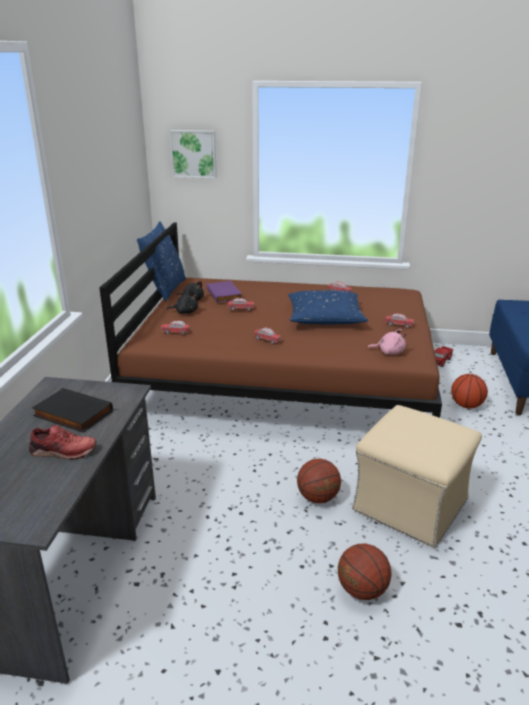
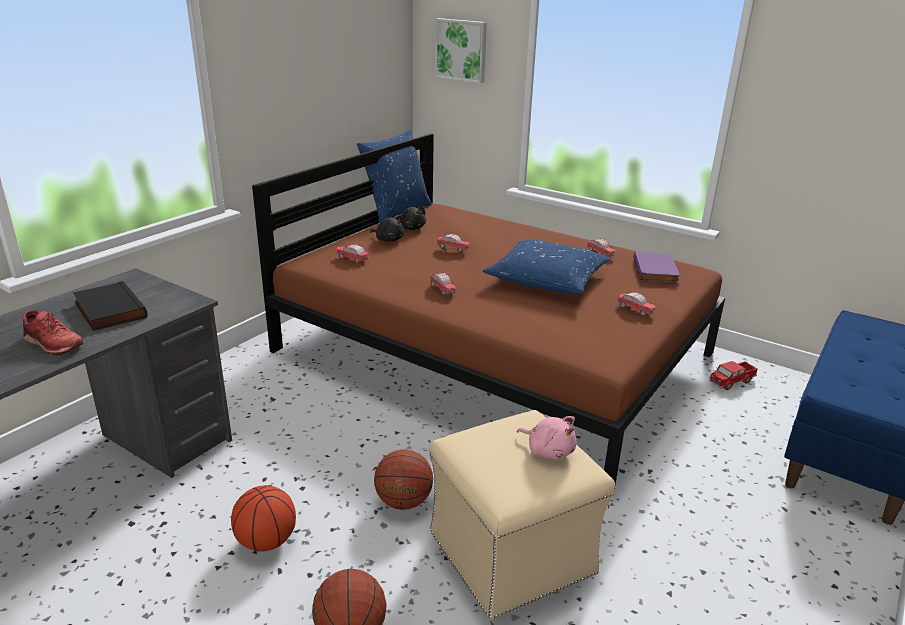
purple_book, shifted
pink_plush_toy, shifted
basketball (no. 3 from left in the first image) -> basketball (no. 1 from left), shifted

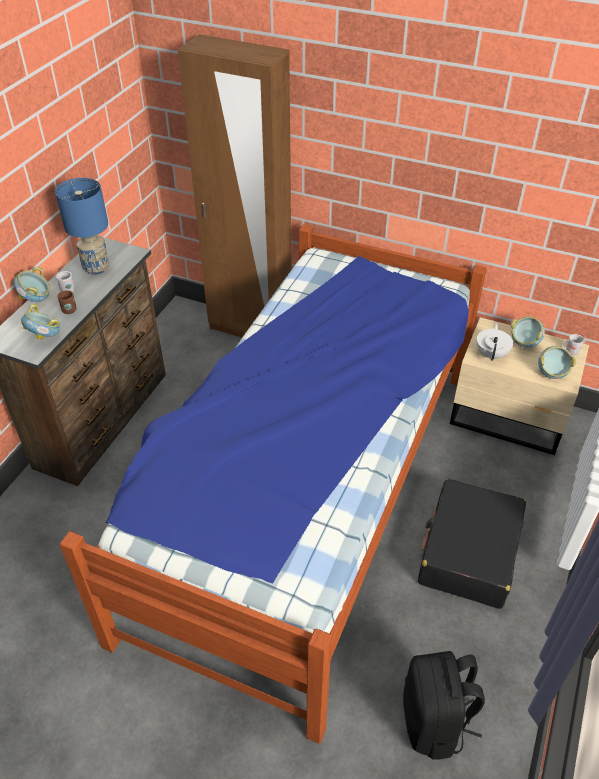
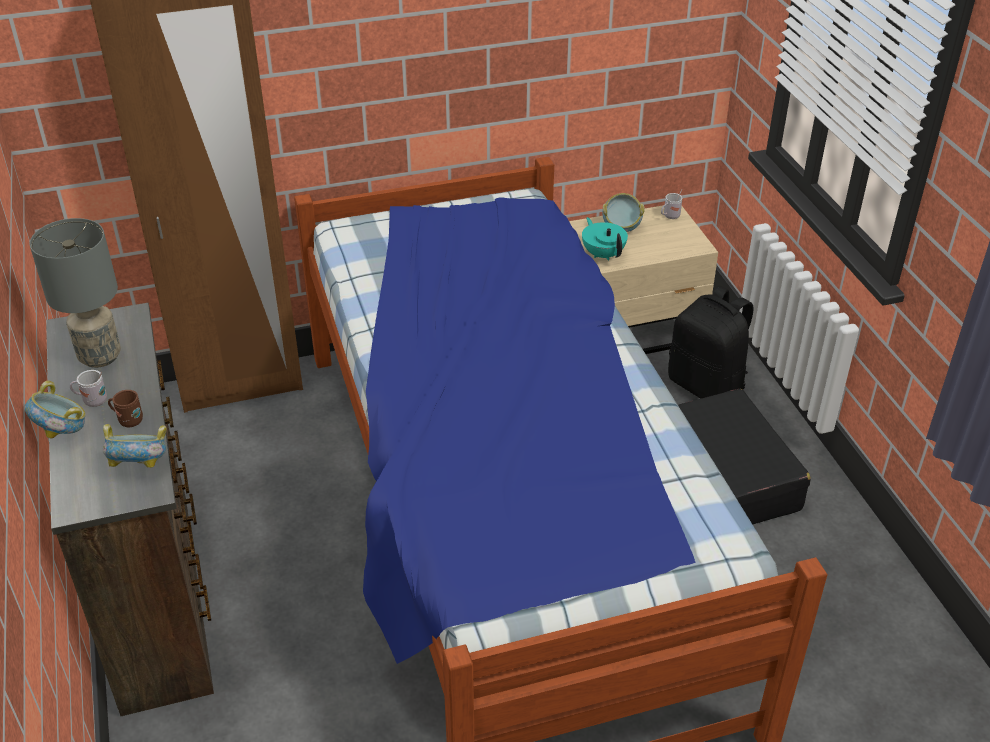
blue_table_lamp -> grey_table_lamp
black_backpack, shifted
white_teapot -> turquoise_teapot
bowl (no. 4 from left) -> none

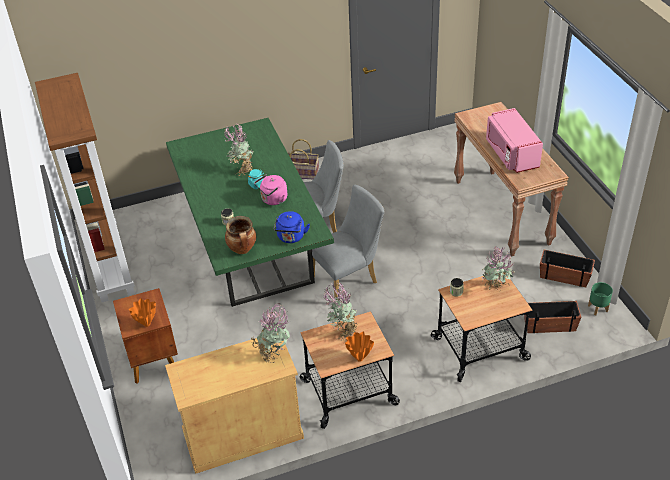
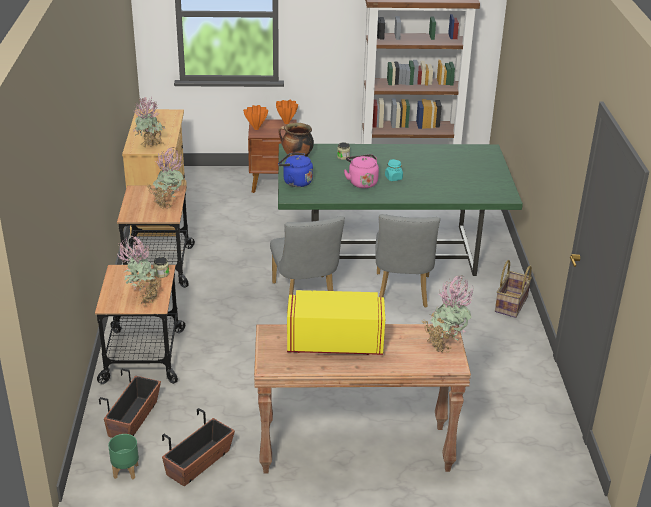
potted_plant (no. 1 from left in the first image) -> potted_plant (no. 4 from left), shifted
orange_vase (no. 2 from left), shifted
pink_microwave -> yellow_microwave

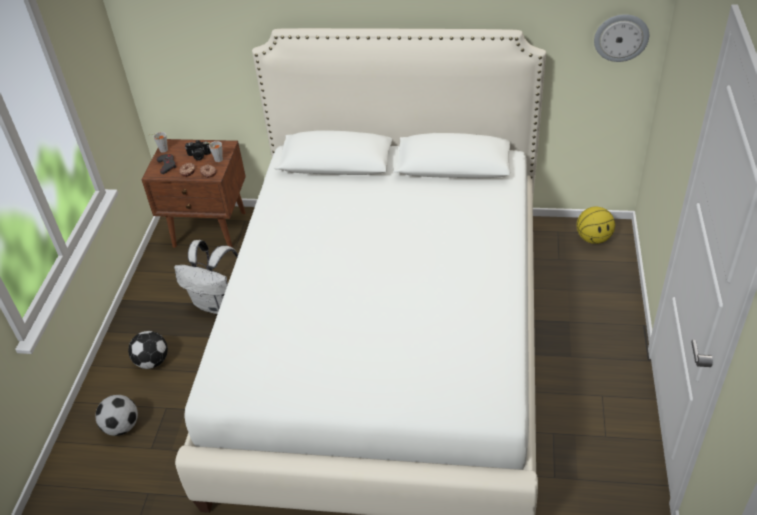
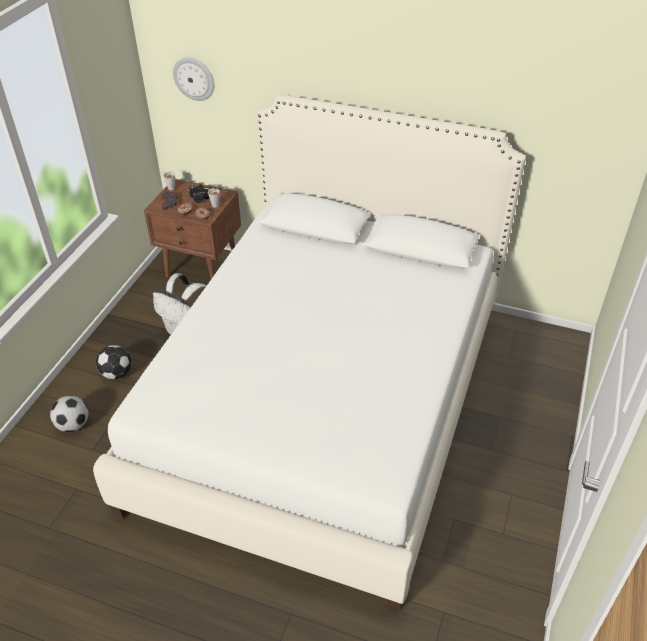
basketball -> none
wall_clock, shifted

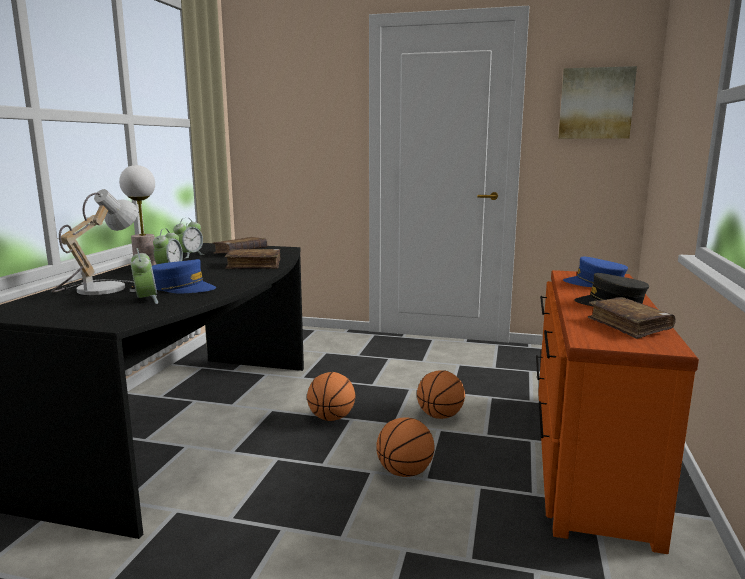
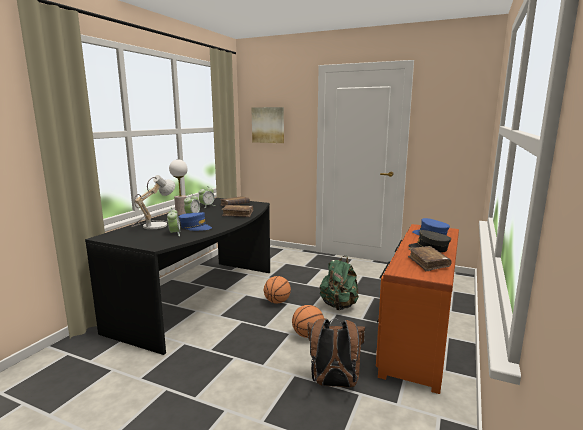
basketball (no. 3 from left) -> green_backpack
picture, shifted
none -> brown_backpack

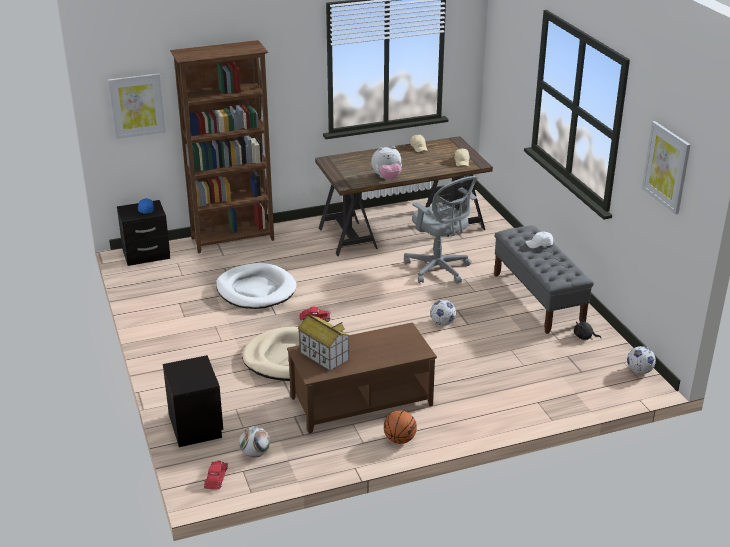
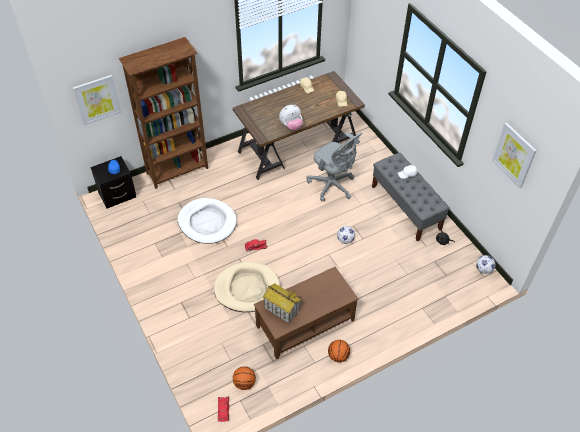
black_nightstand (no. 2 from left) -> none
football (no. 1 from left) -> basketball (no. 1 from left)

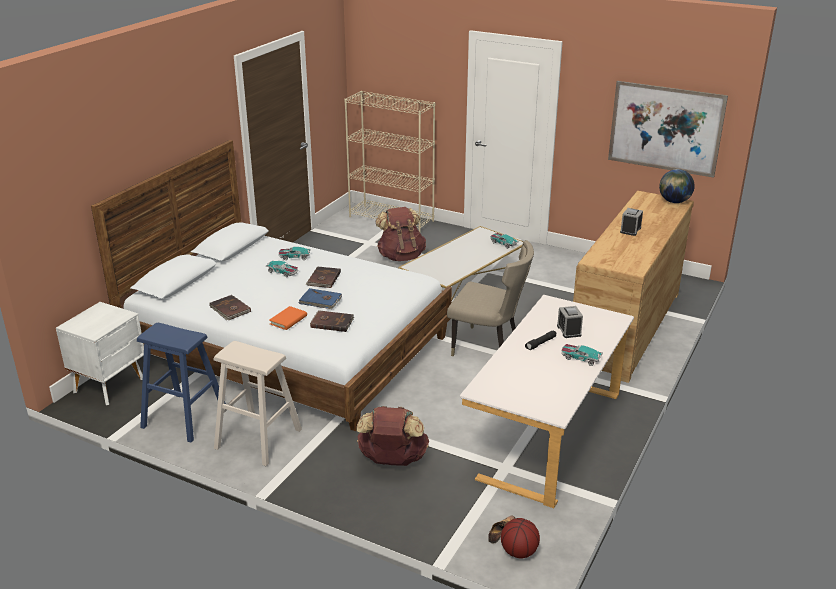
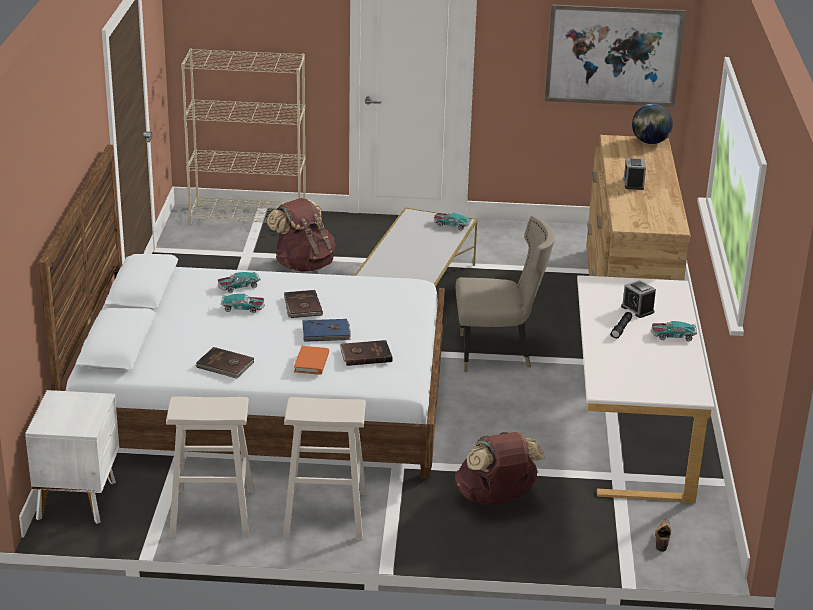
blue_stool -> beige_stool (no. 1 from left)
basketball -> none

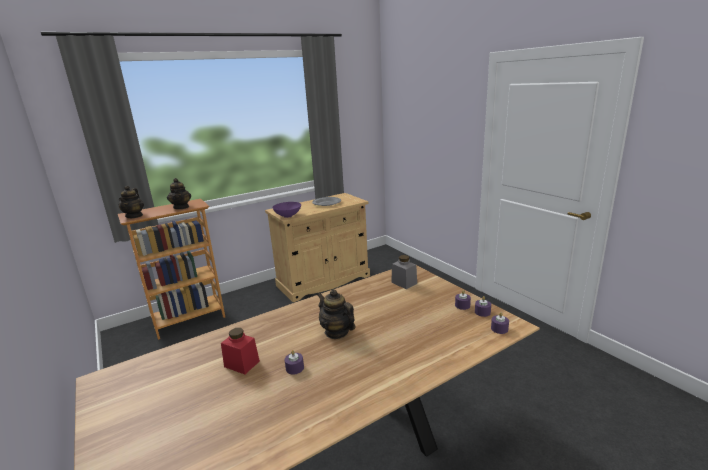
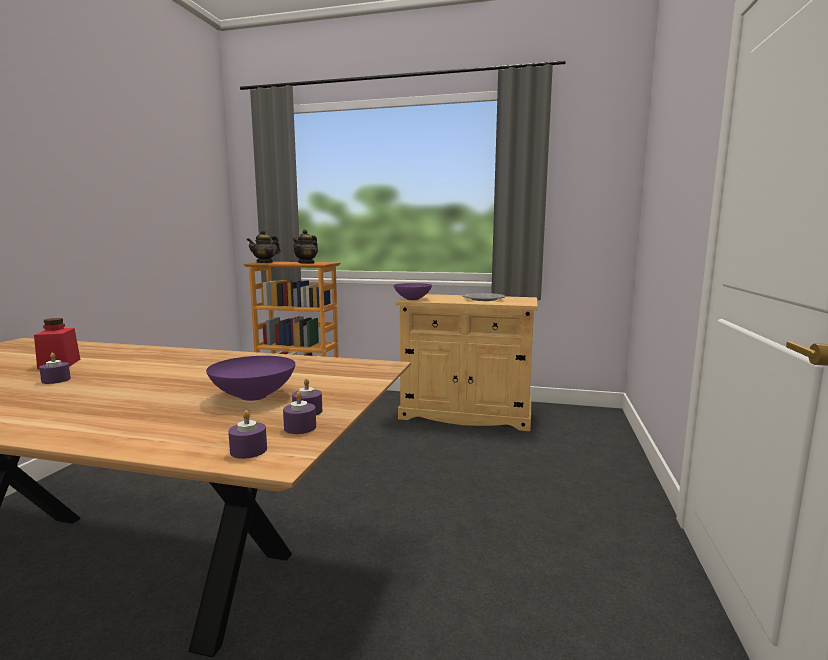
teapot (no. 3 from left) -> none
grey_jar -> none
none -> purple_bowl (no. 1 from left)

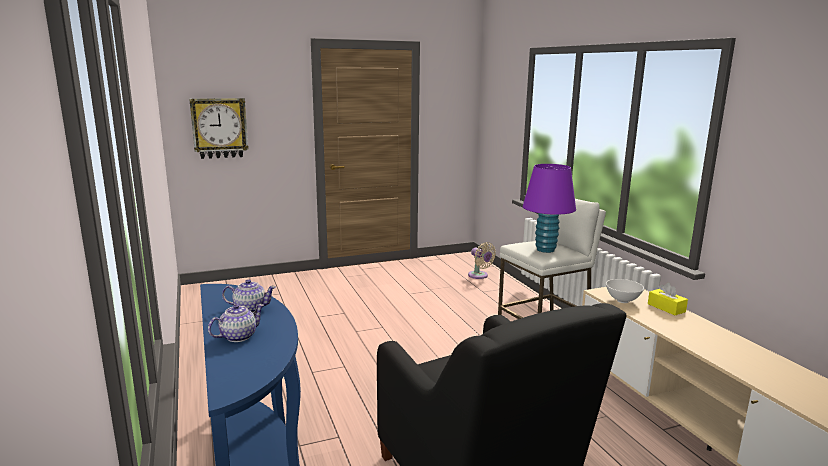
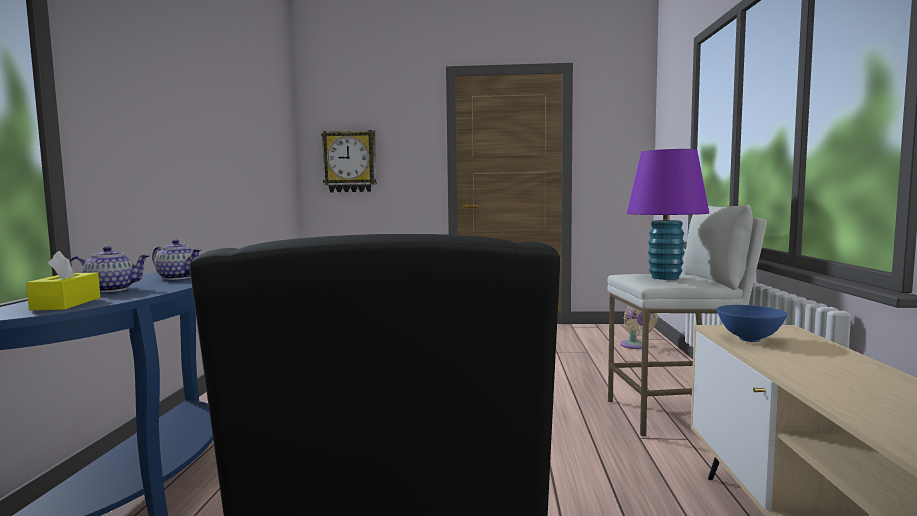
white_bowl -> blue_bowl
yellow_tissue_box, shifted

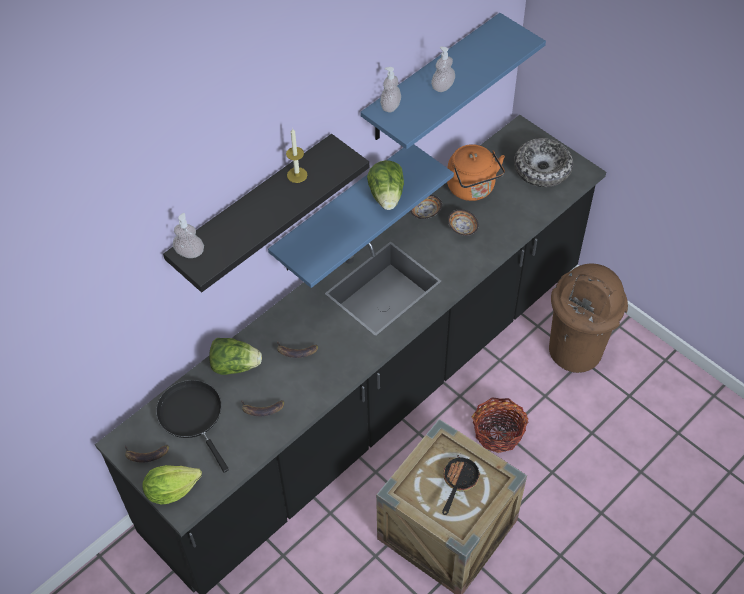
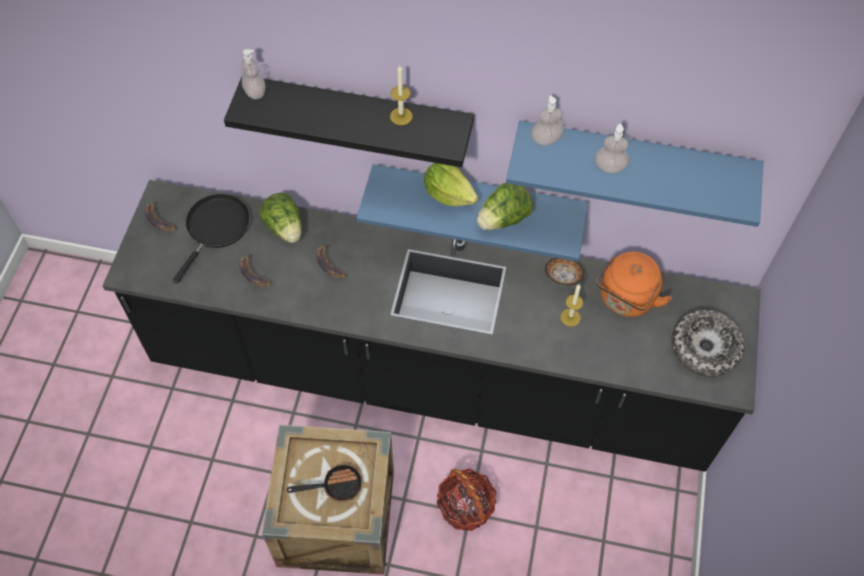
lettuce (no. 1 from left in the first image) -> lettuce (no. 2 from left), shifted
bowl (no. 2 from left) -> candle (no. 2 from left)
brown_trash_can -> none

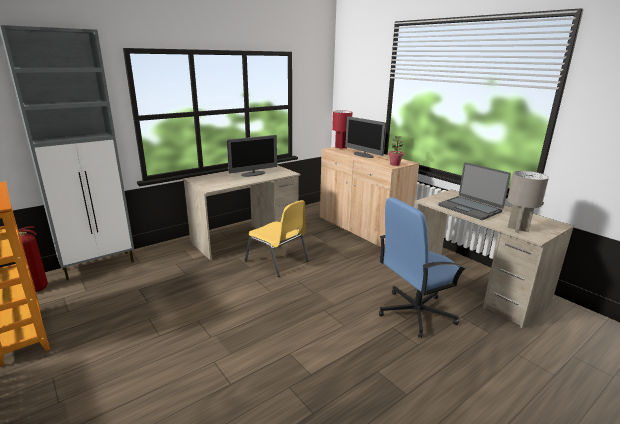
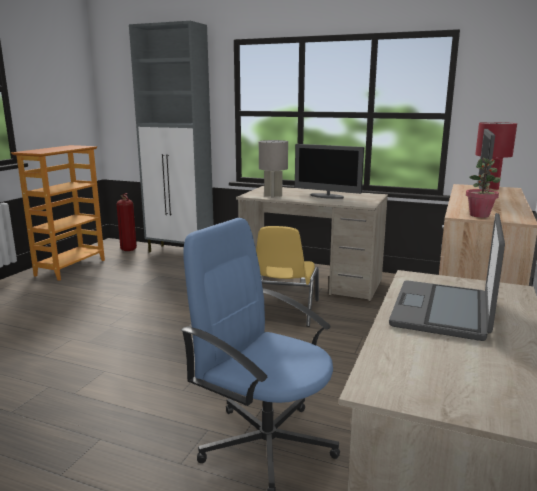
grey_table_lamp, shifted

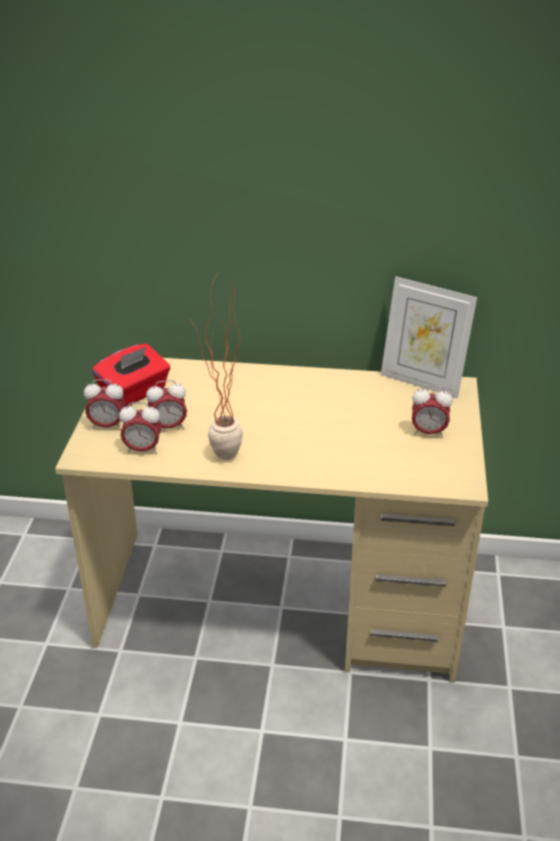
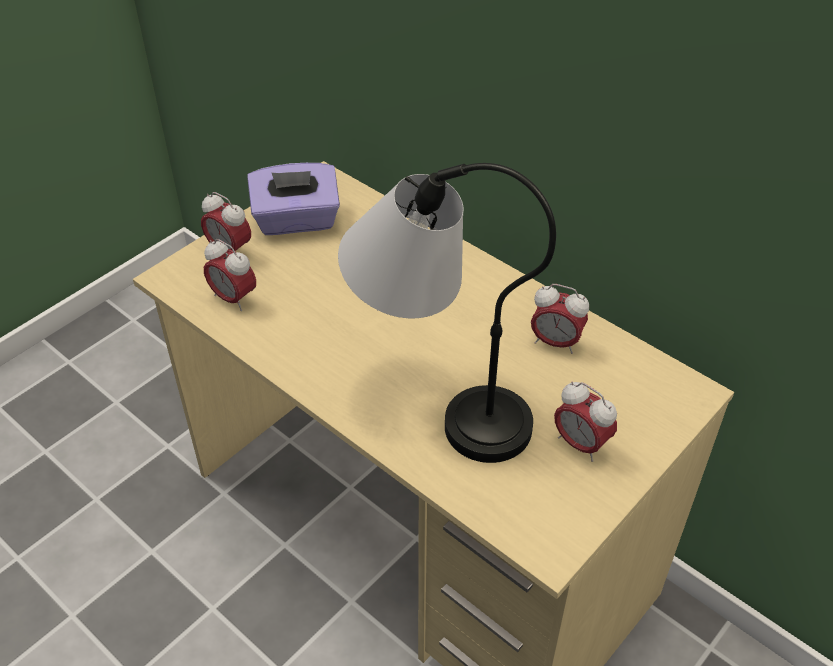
red_tissue_box -> purple_tissue_box
alarm_clock (no. 3 from left), shifted
potted_plant -> none
picture_frame -> none
none -> table_lamp

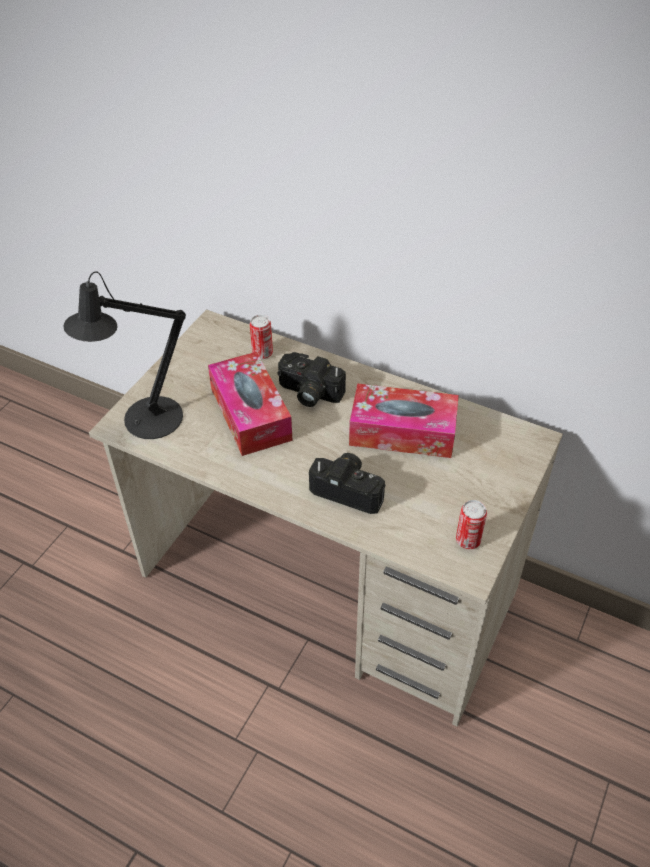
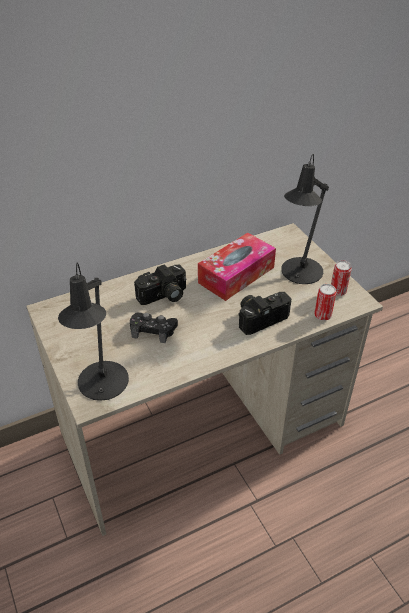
tissue_box (no. 1 from left) -> black_game_controller
can (no. 1 from left), shifted
none -> black_table_lamp (no. 2 from left)

